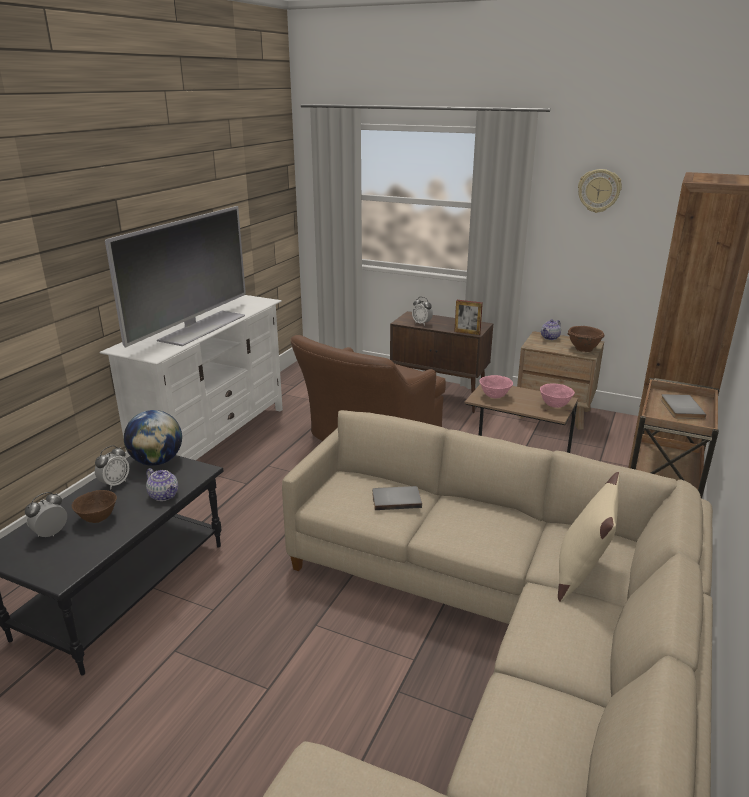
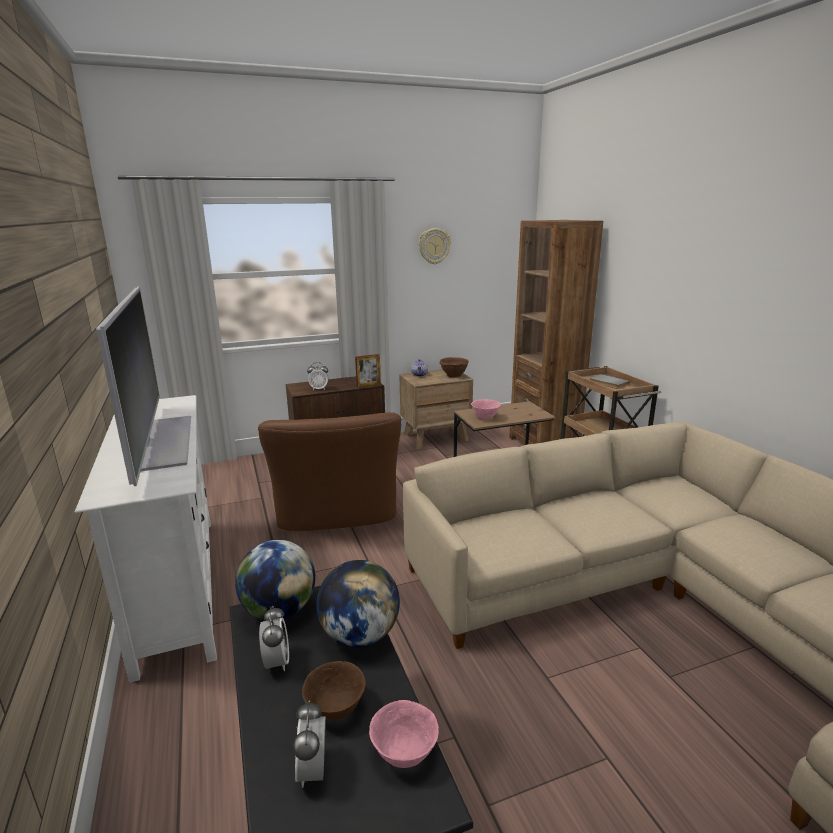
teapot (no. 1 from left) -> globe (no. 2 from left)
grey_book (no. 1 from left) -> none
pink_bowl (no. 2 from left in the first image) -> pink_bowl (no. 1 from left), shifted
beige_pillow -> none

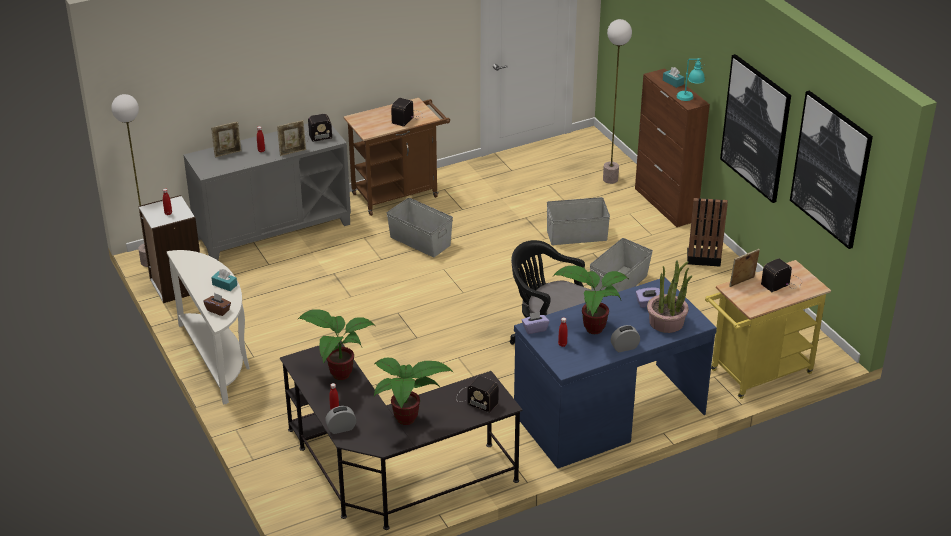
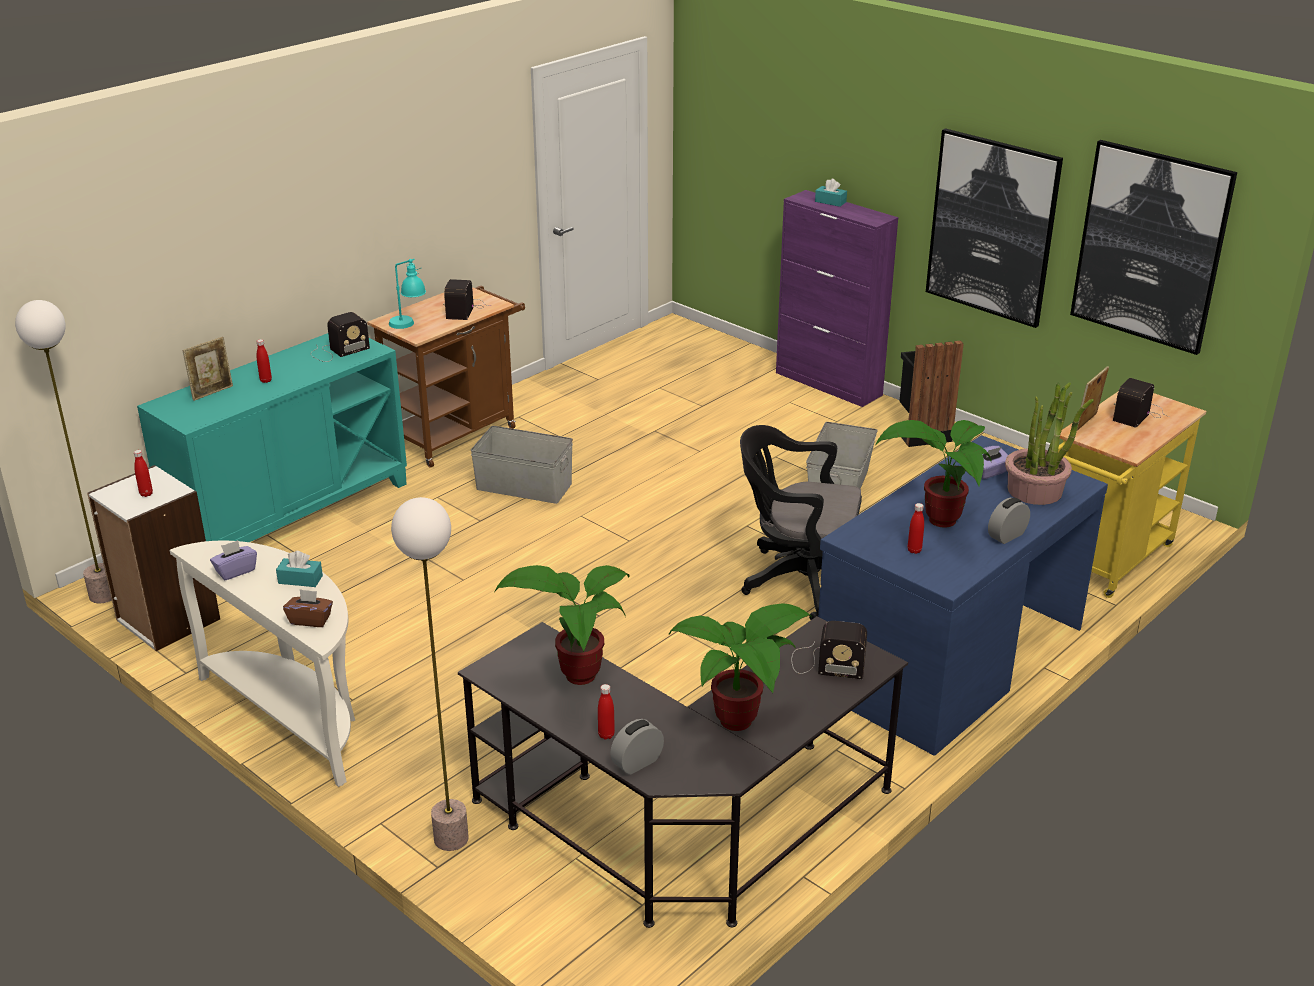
grey_cabinet -> turquoise_cabinet
picture_frame (no. 2 from left) -> none
purple_tissue_box (no. 1 from left), shifted
grey_storage_box (no. 2 from left) -> none
floor_lamp (no. 2 from left), shifted
brown_cabinet -> purple_cabinet
turquoise_table_lamp, shifted

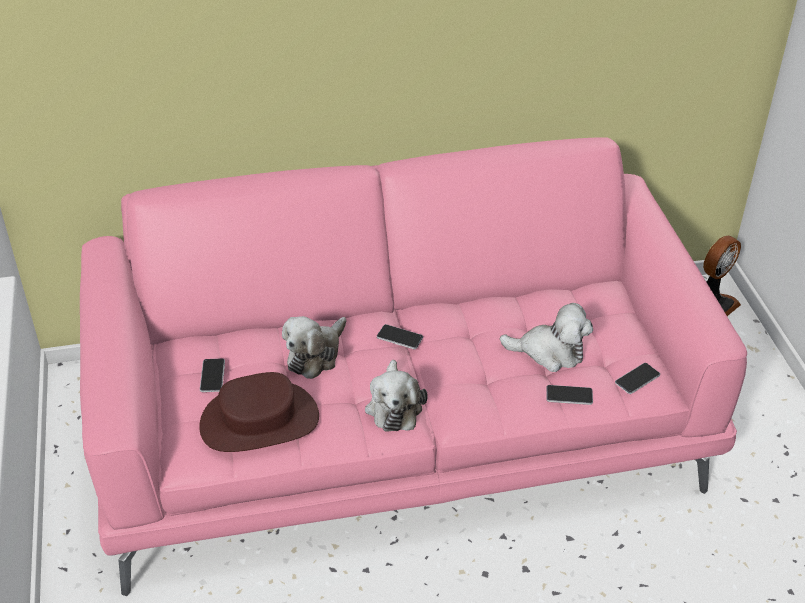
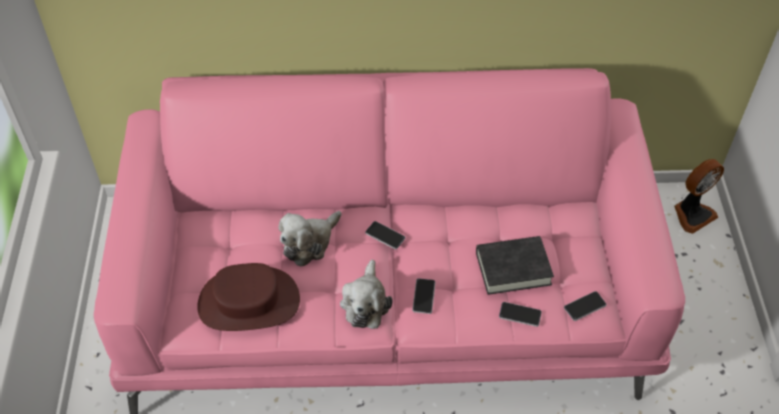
phone (no. 1 from left in the first image) -> phone (no. 2 from left), shifted
plush_toy (no. 3 from left) -> black_book

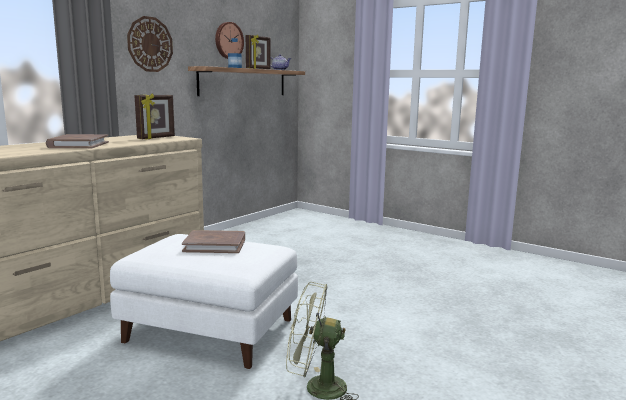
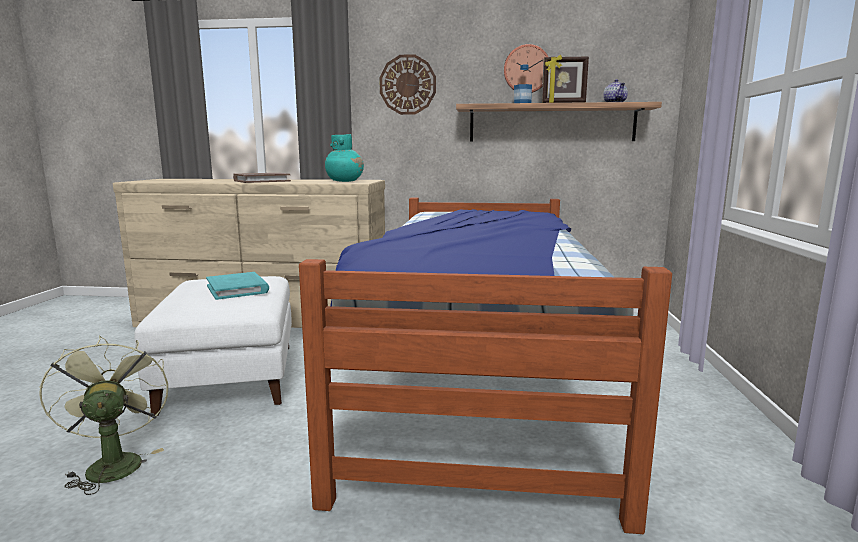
picture_frame (no. 1 from left) -> turquoise_vase
brown_book (no. 2 from left) -> turquoise_book
none -> bed

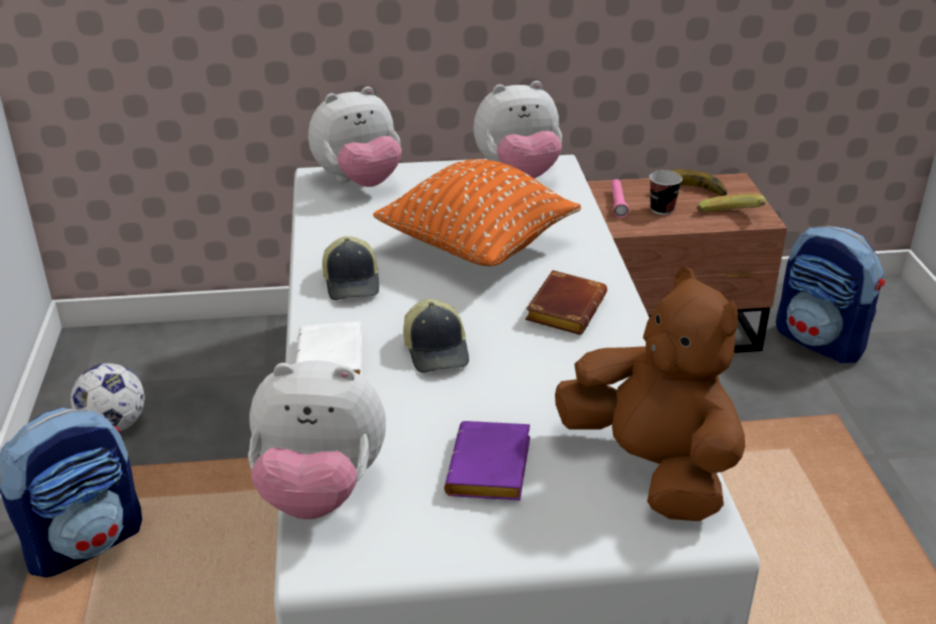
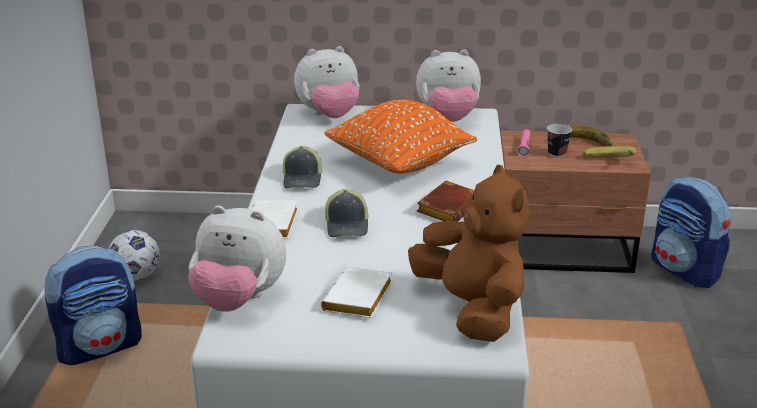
purple_book -> white_book (no. 2 from left)

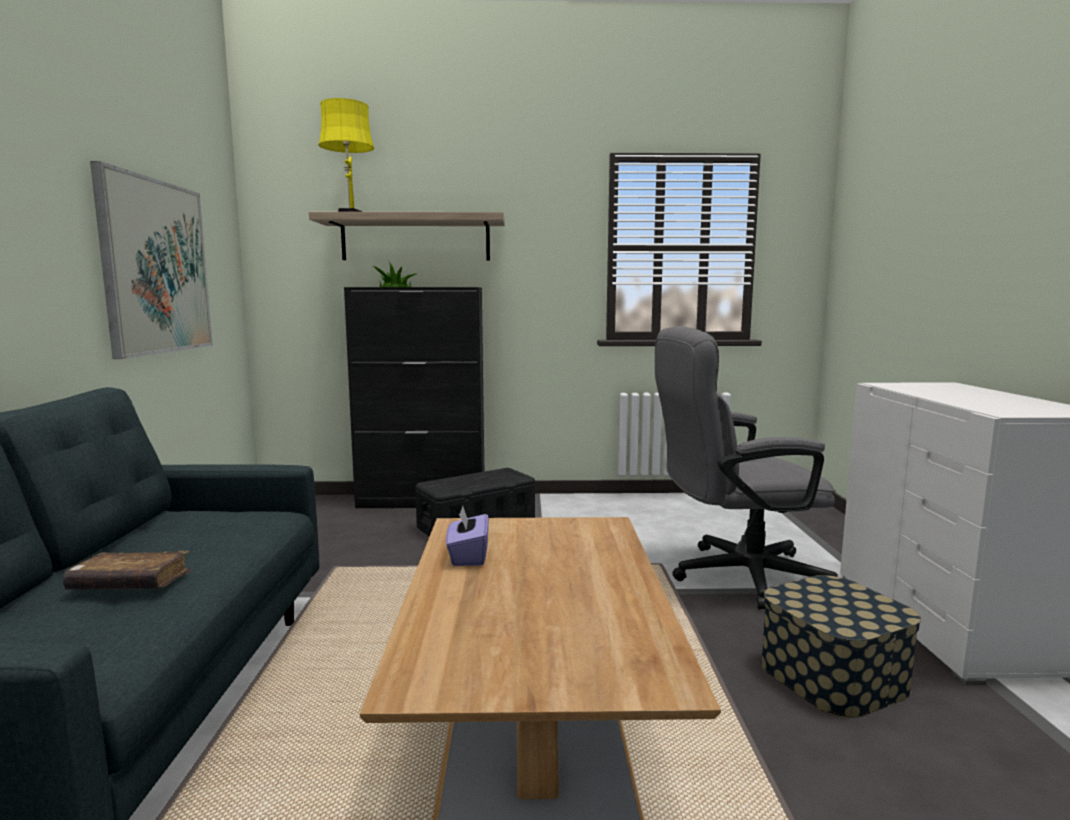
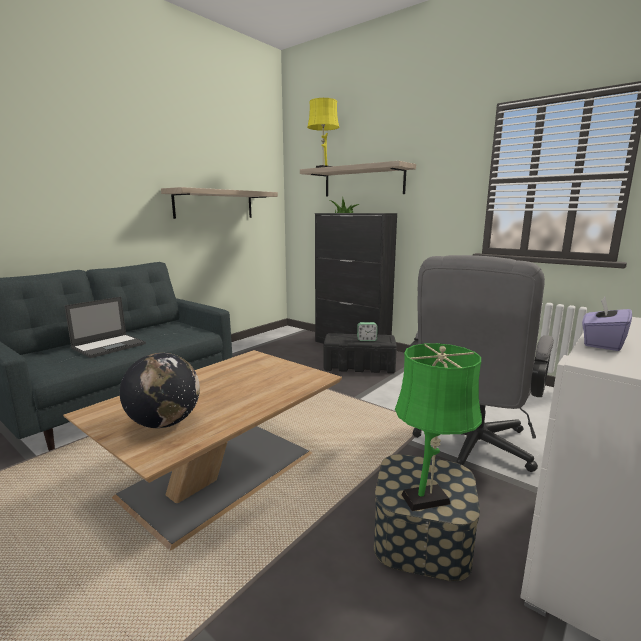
brown_book -> laptop
picture -> shelf (no. 1 from left)
purple_tissue_box, shifted
grey_office_chair, 90 degrees counterclockwise
none -> globe
none -> alarm_clock
none -> green_table_lamp

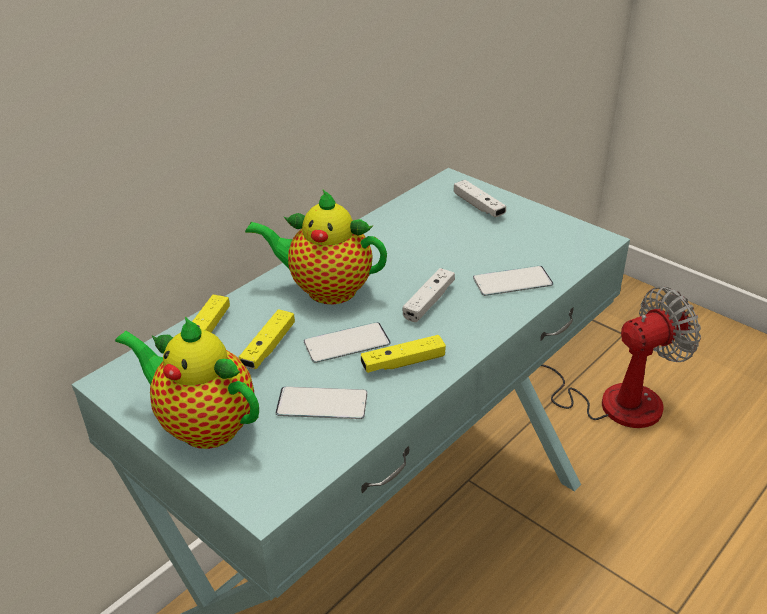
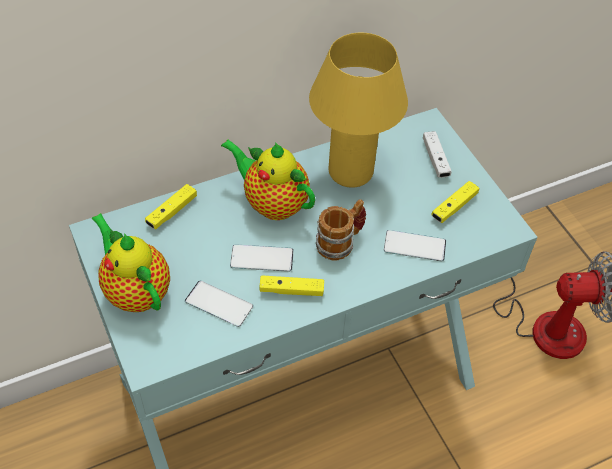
yellow_game_controller (no. 2 from left in the first image) -> yellow_game_controller (no. 3 from left), shifted
white_game_controller (no. 1 from left) -> mug
none -> yellow_table_lamp

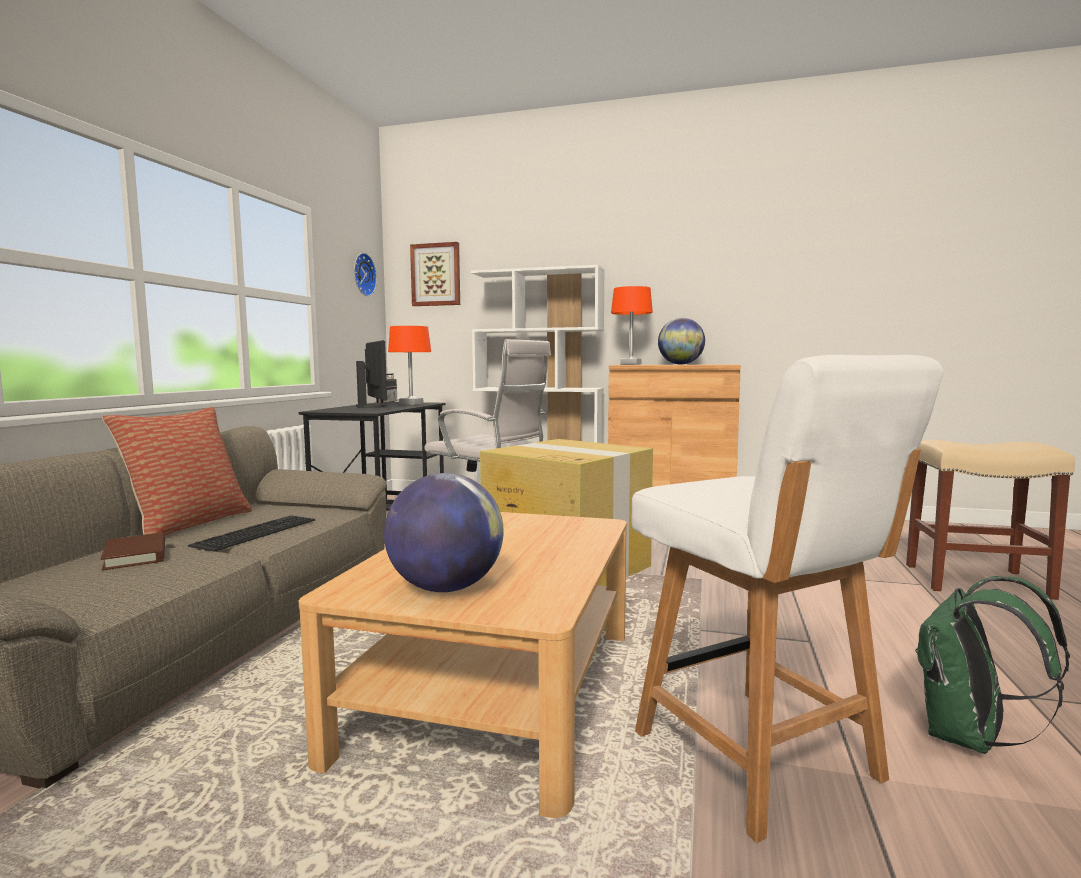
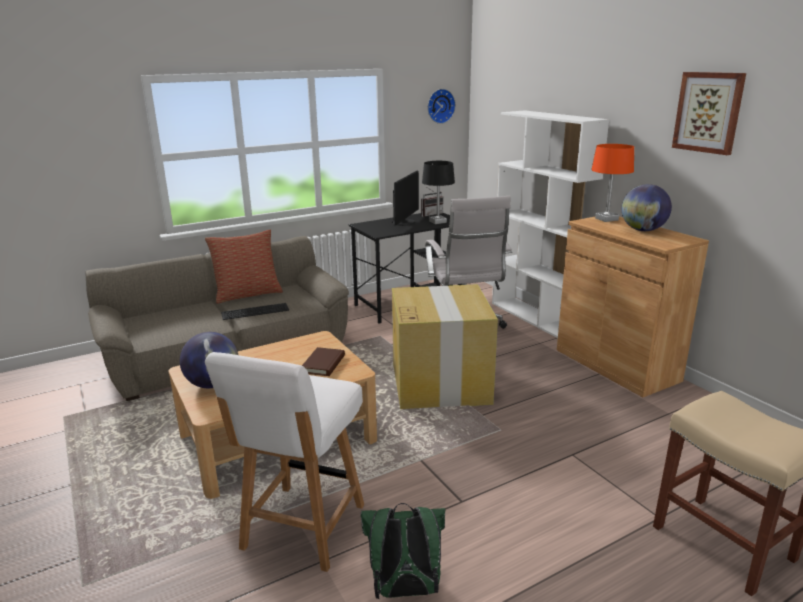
brown_book, shifted
orange_table_lamp (no. 1 from left) -> black_table_lamp
picture, shifted

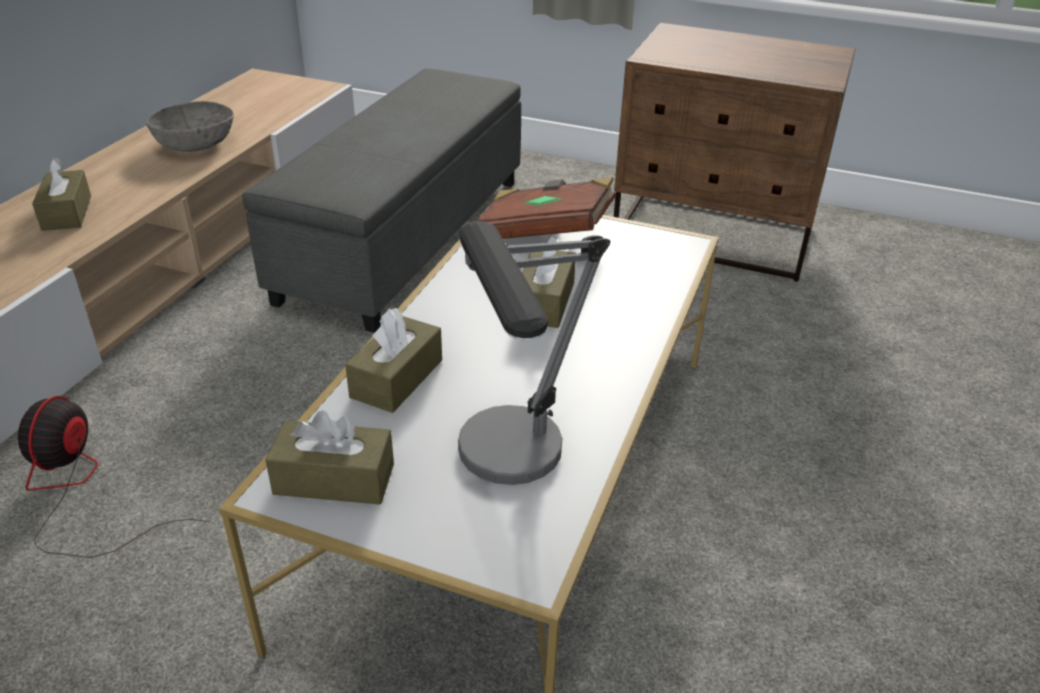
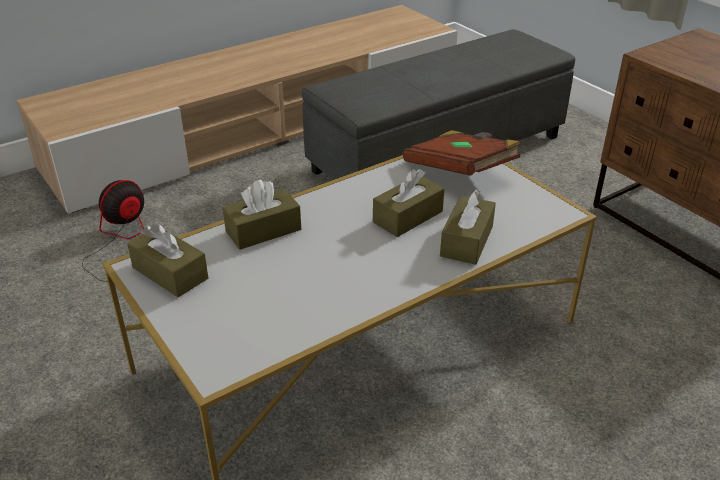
brown_tissue_box (no. 1 from left in the first image) -> brown_tissue_box (no. 4 from left), shifted
grey_bowl -> none
table_lamp -> none

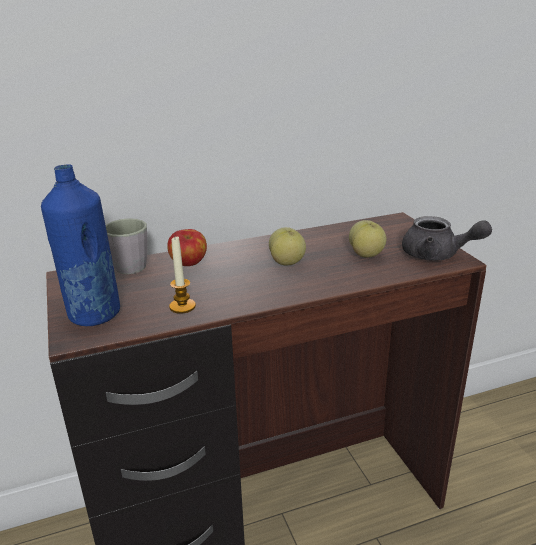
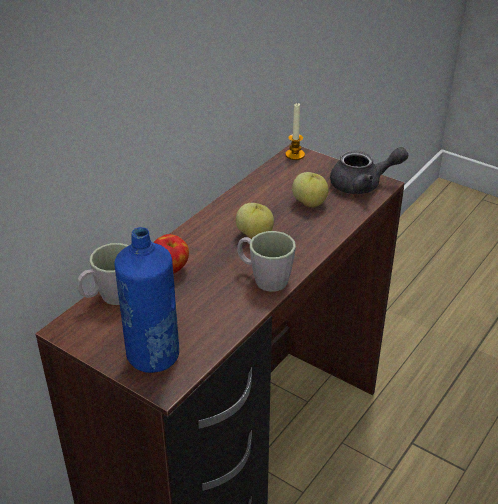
candle, shifted
none -> grey_mug (no. 2 from left)

